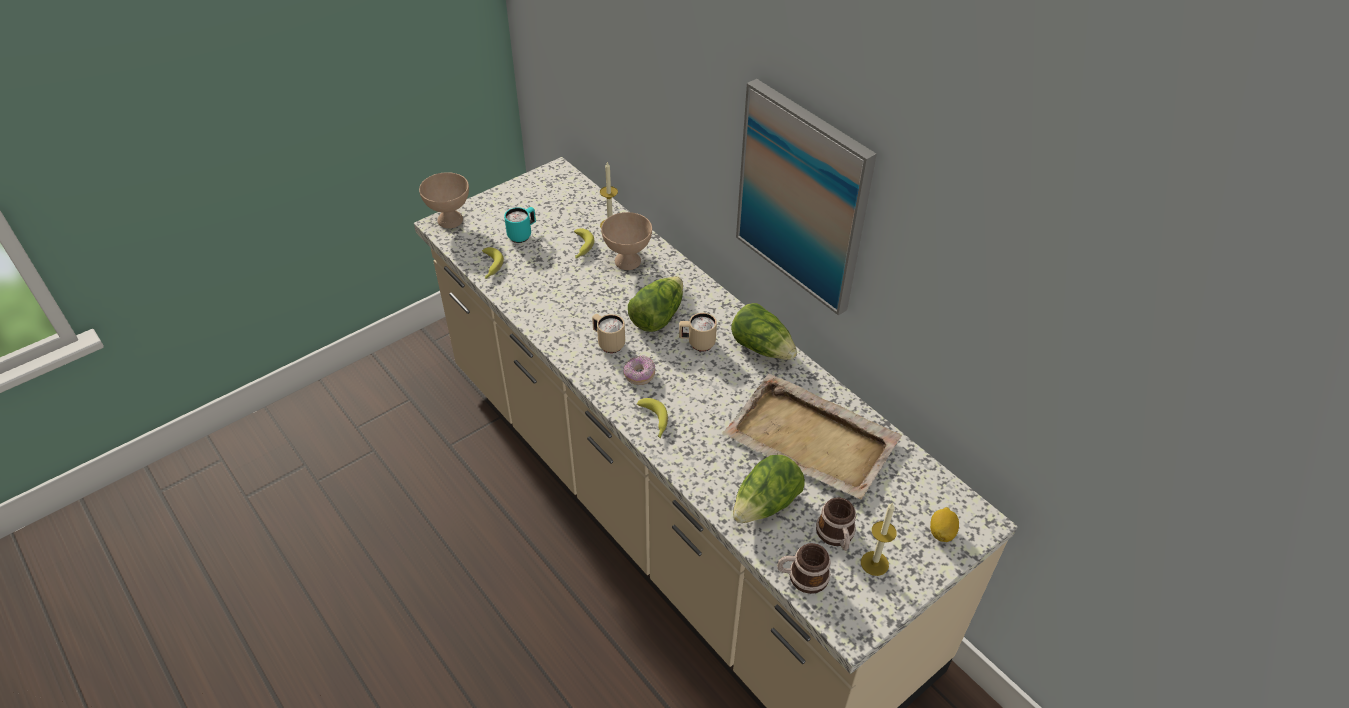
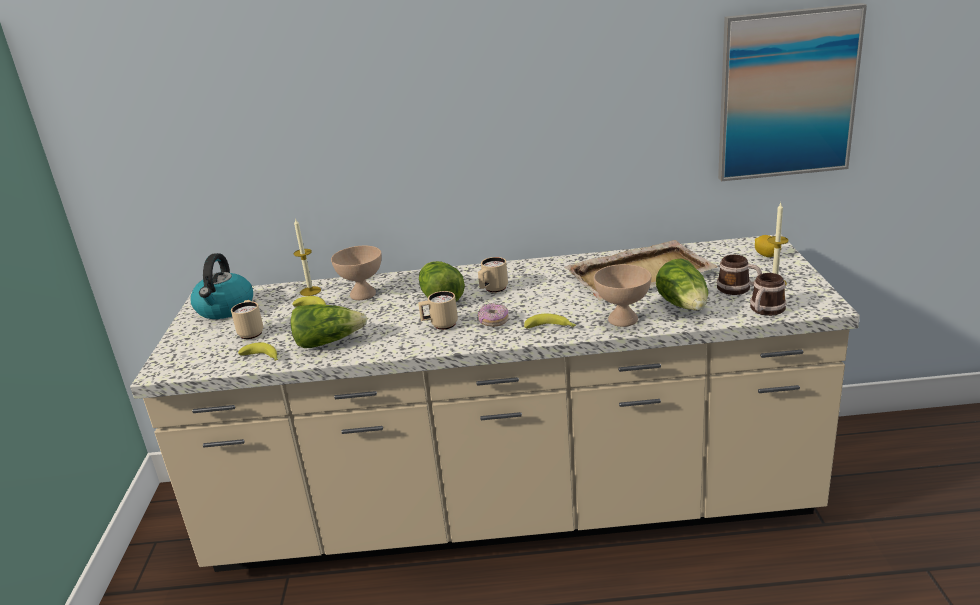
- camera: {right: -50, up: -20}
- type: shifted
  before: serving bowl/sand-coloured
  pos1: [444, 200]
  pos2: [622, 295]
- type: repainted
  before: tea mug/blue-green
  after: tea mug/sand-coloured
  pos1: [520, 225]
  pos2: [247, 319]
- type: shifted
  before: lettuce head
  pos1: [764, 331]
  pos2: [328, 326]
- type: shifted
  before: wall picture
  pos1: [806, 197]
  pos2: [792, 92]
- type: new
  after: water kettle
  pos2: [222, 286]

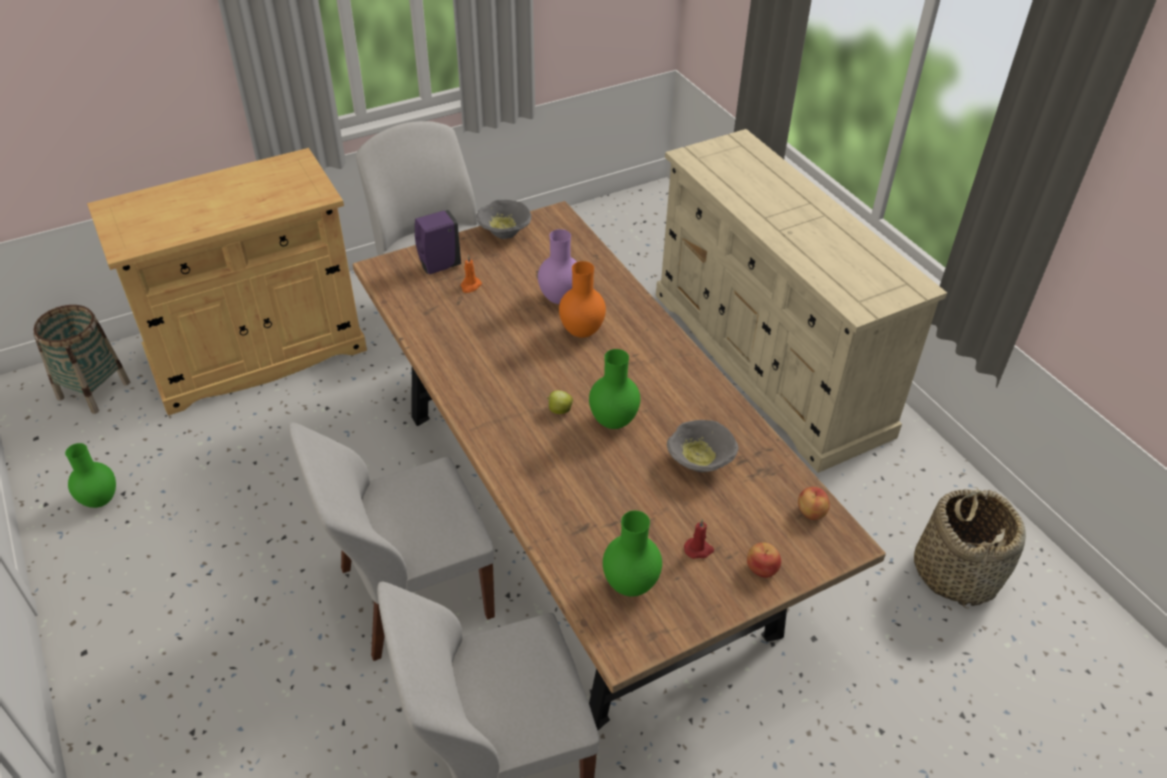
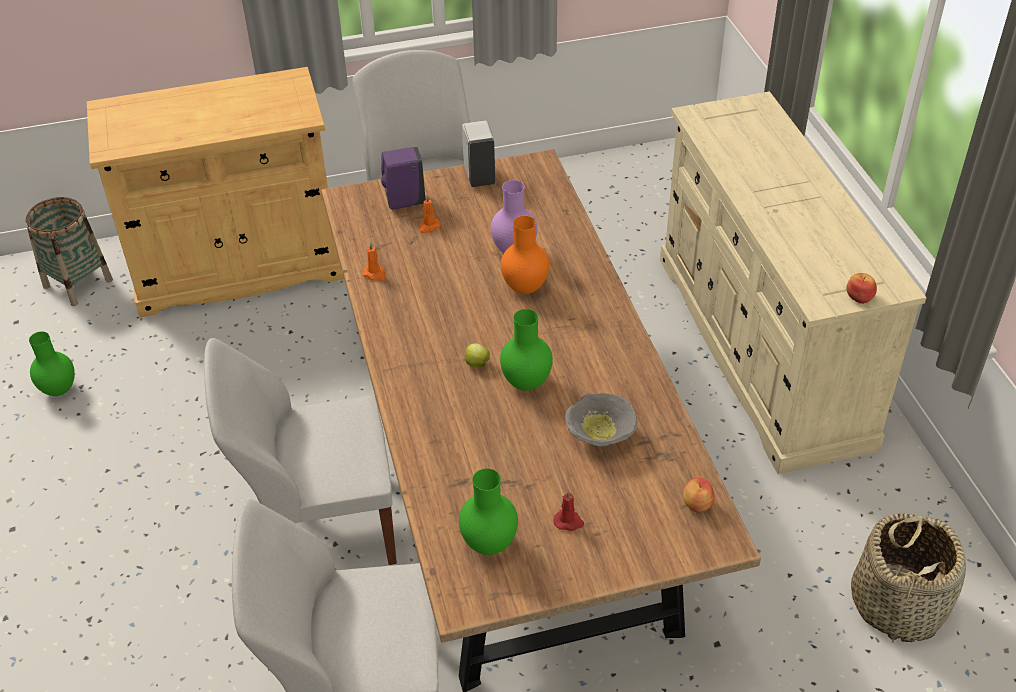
- camera: {right: 15, up: 0}
- type: swapped
  before: serving bowl/greyish
  after: liquid soap bottle/whitish
  pos1: [503, 219]
  pos2: [479, 154]
- type: shifted
  before: apple fruit
  pos1: [764, 560]
  pos2: [861, 288]
- type: new
  after: wax candle/orange
  pos2: [374, 261]

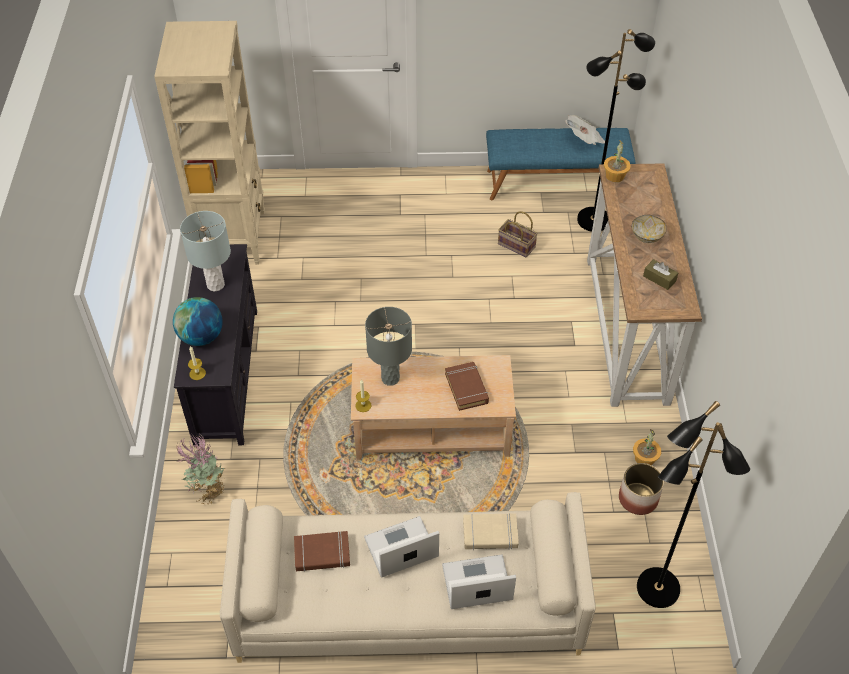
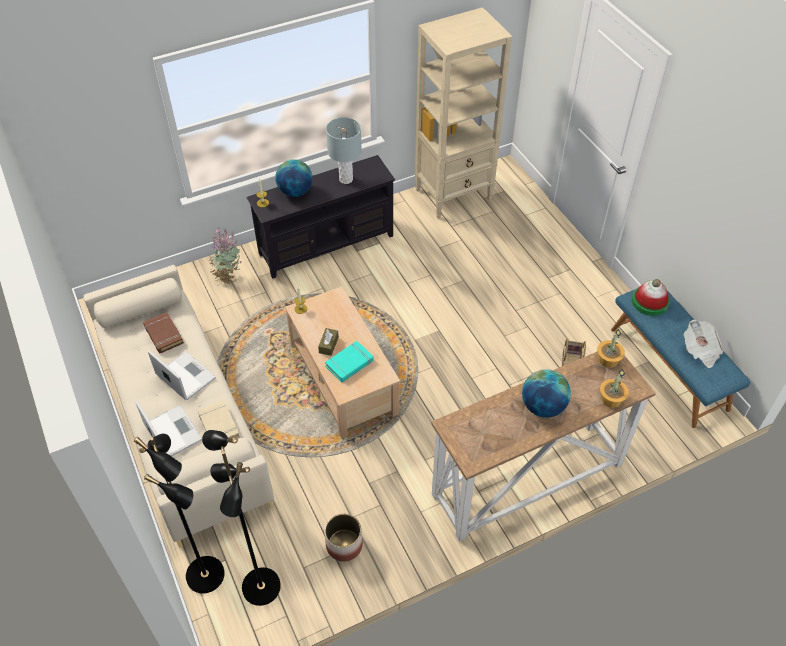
- camera: {right: 65, up: 0}
- type: gone
  before: lamp for a table/greyish
  pos1: [388, 346]
- type: repainted
  before: book/brownish
  after: book/blue-green
  pos1: [467, 386]
  pos2: [349, 361]
- type: shifted
  before: floor lamp/black-coloured
  pos1: [616, 130]
  pos2: [179, 513]
- type: swapped
  before: serving bowl
  after: world globe
  pos1: [649, 229]
  pos2: [546, 393]
- type: shifted
  before: plant in a pot
  pos1: [647, 447]
  pos2: [614, 388]
- type: shifted
  before: box of tissues/brownish
  pos1: [660, 274]
  pos2: [328, 342]
- type: new
  after: clothing hat
  pos2: [651, 297]

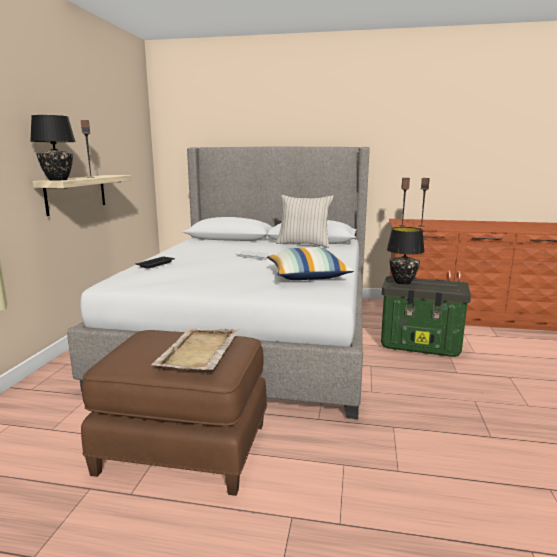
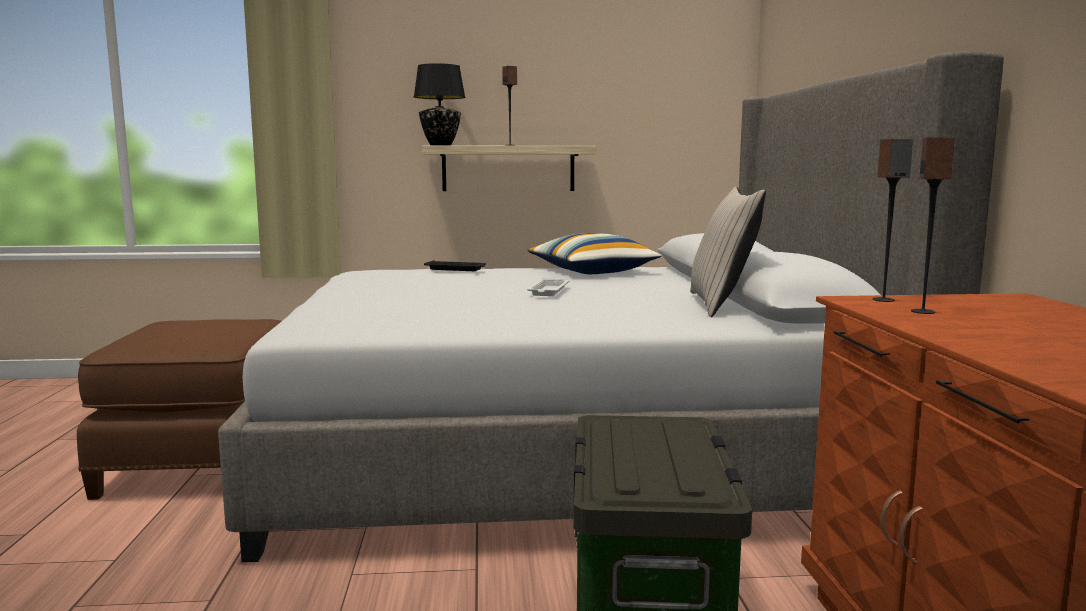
- camera: {right: 75, up: -5}
- type: gone
  before: tray/sand-coloured
  pos1: [195, 349]
- type: shifted
  before: throw pillow
  pos1: [310, 263]
  pos2: [594, 253]
- type: gone
  before: lamp for a table/black-coloured
  pos1: [406, 256]

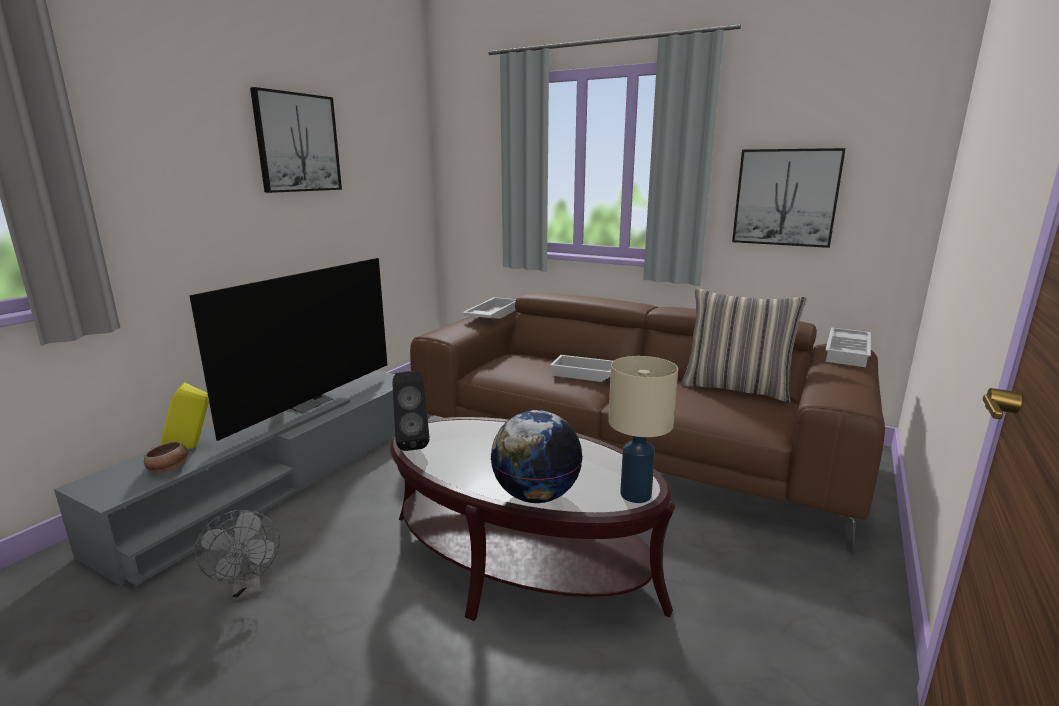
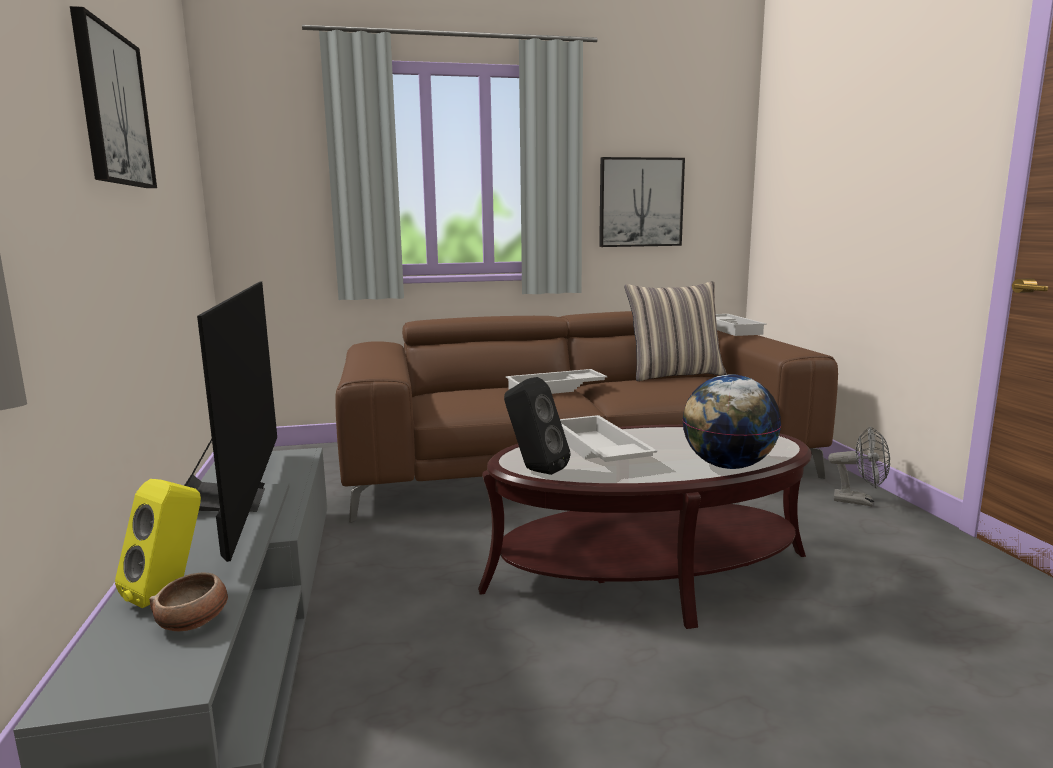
- camera: {right: -40, up: -5}
- type: shifted
  before: cooling fan/greyish
  pos1: [237, 555]
  pos2: [859, 466]
- type: shifted
  before: tray/whitish
  pos1: [489, 308]
  pos2: [608, 438]
- type: gone
  before: lamp for a table/sand-coloured
  pos1: [643, 429]

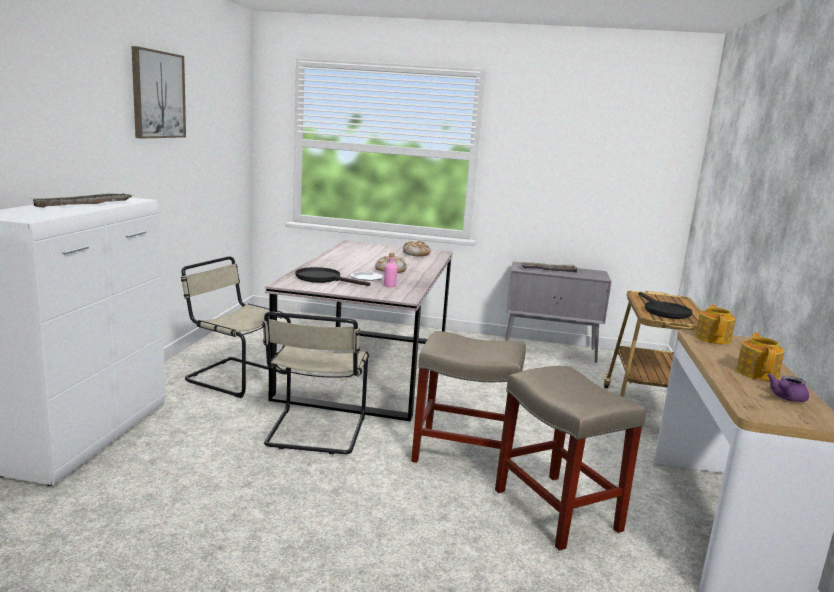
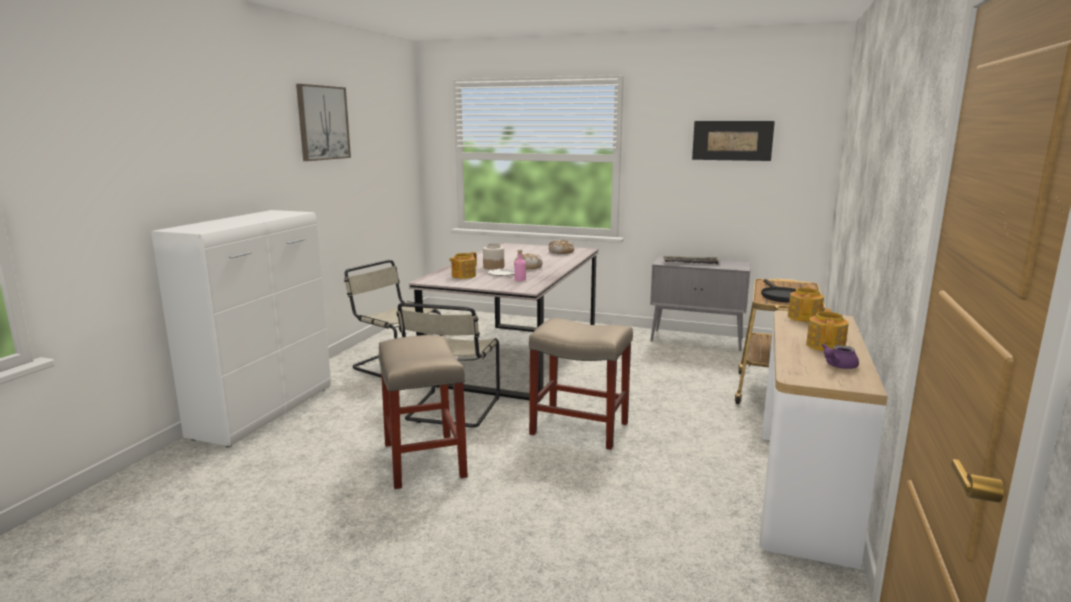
- camera: {right: 10, up: 0}
- type: gone
  before: tray
  pos1: [83, 200]
- type: swapped
  before: skillet/black-coloured
  after: tea pot
  pos1: [333, 276]
  pos2: [463, 265]
- type: shifted
  before: sitting stool/sand-coloured
  pos1: [570, 458]
  pos2: [423, 412]
- type: new
  after: storage jar
  pos2: [493, 256]
- type: new
  after: wall picture
  pos2: [733, 141]

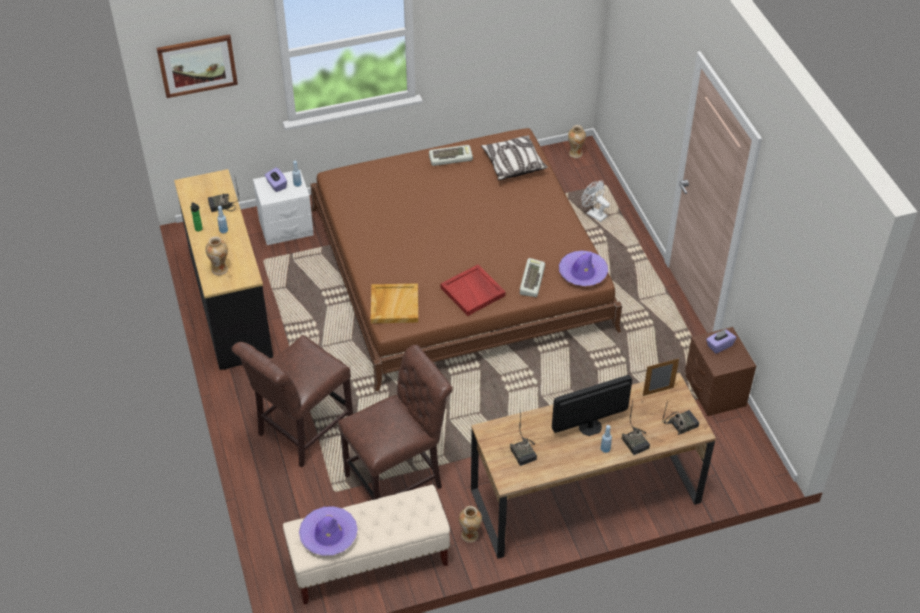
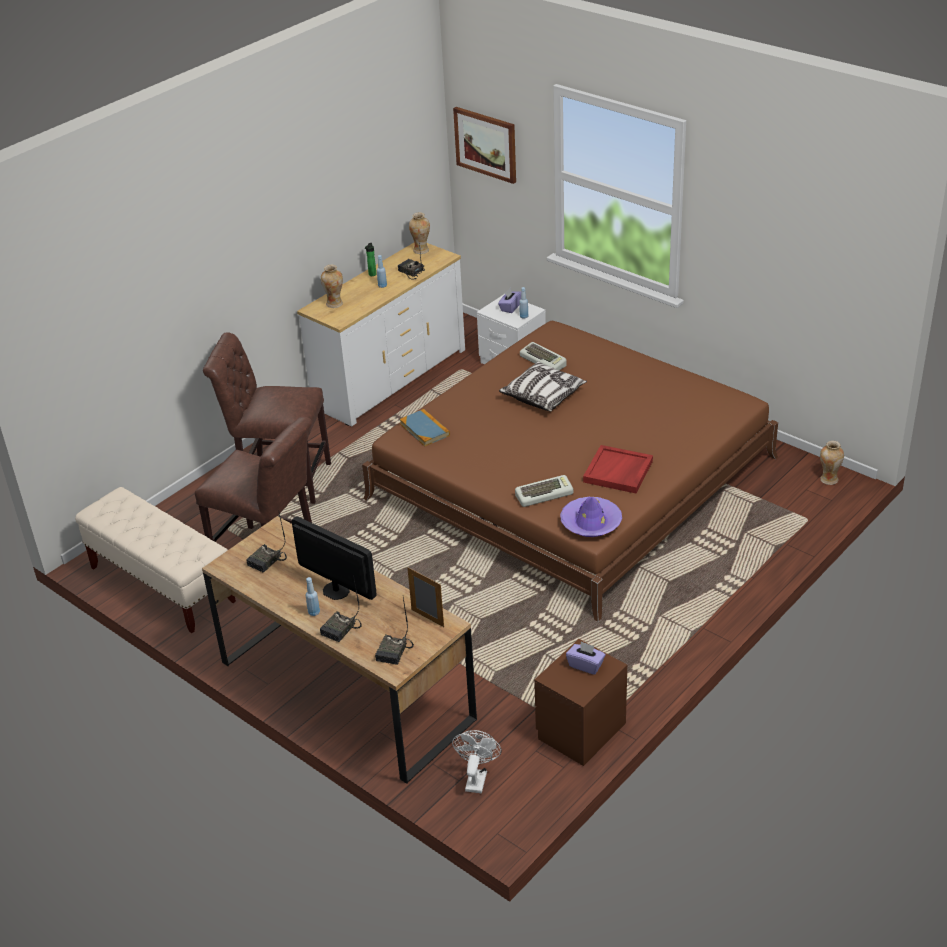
- camera: {right: 60, up: -10}
- type: repainted
  before: drawer chest/black-coloured
  after: drawer chest/whitish
  pos1: [223, 269]
  pos2: [381, 335]
- type: gone
  before: clothing hat/purple-coloured
  pos1: [328, 531]
- type: swapped
  before: tray/sand-coloured
  after: book
  pos1: [394, 303]
  pos2: [425, 427]
- type: shifted
  before: PC keyboard
  pos1: [451, 155]
  pos2: [543, 356]
- type: shifted
  before: tray/red-coloured
  pos1: [473, 290]
  pos2: [618, 469]
- type: shifted
  before: vase
  pos1: [470, 524]
  pos2: [419, 233]
- type: shifted
  before: throw pillow
  pos1: [514, 157]
  pos2: [543, 386]
- type: shifted
  before: cooling fan/whitish
  pos1: [596, 201]
  pos2: [477, 761]
- type: rotated
  before: radio receiver
  pos1: [681, 417]
  pos2: [394, 631]
  turn: 75

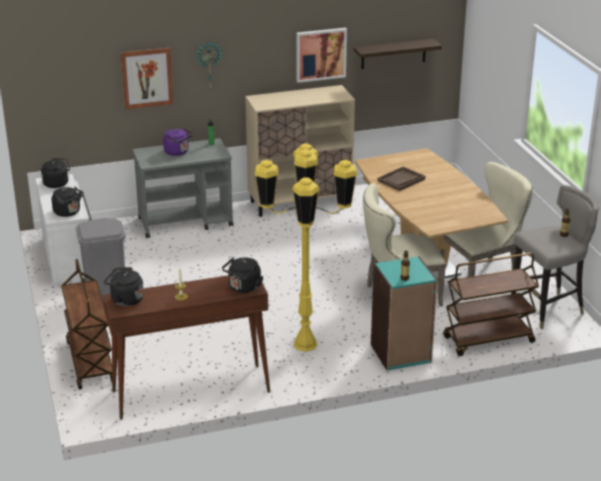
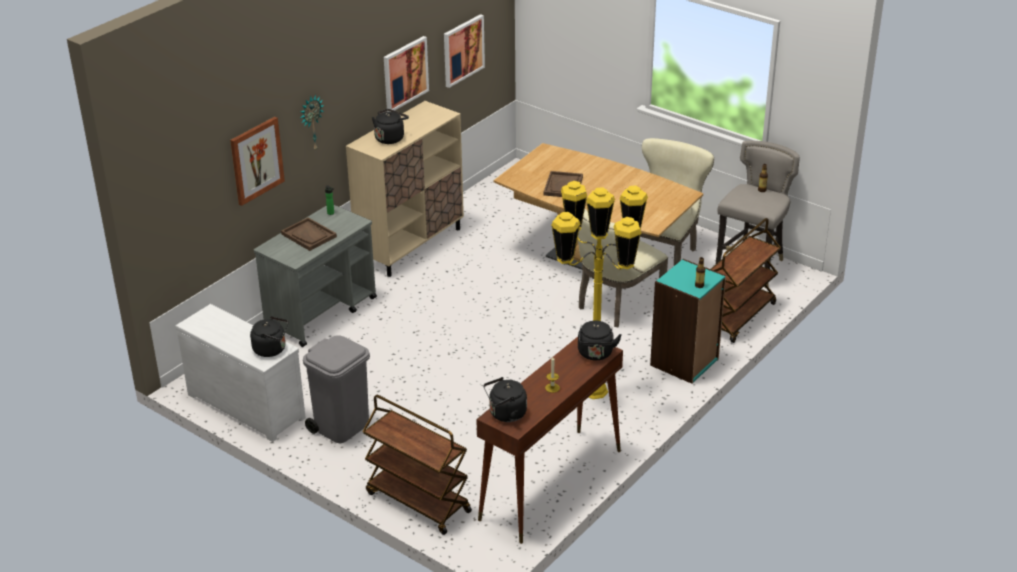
- camera: {right: -35, up: 5}
- type: shifted
  before: water kettle/black-coloured
  pos1: [55, 173]
  pos2: [390, 126]
- type: swapped
  before: water kettle/purple-coloured
  after: tray/brownish
  pos1: [178, 142]
  pos2: [309, 234]
- type: swapped
  before: shelf
  after: wall picture
  pos1: [398, 54]
  pos2: [464, 51]

